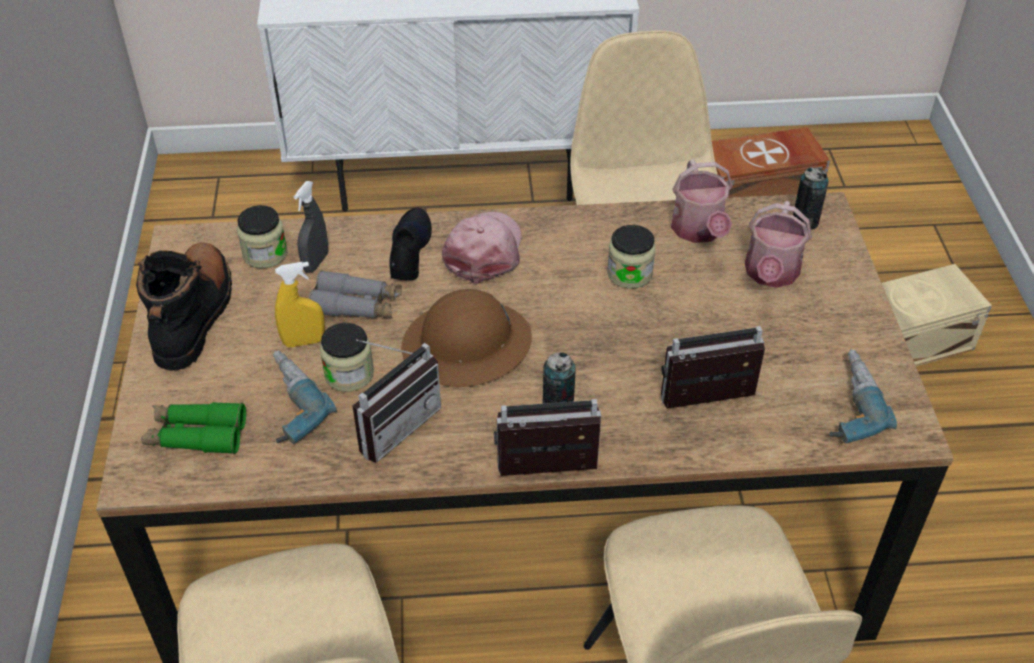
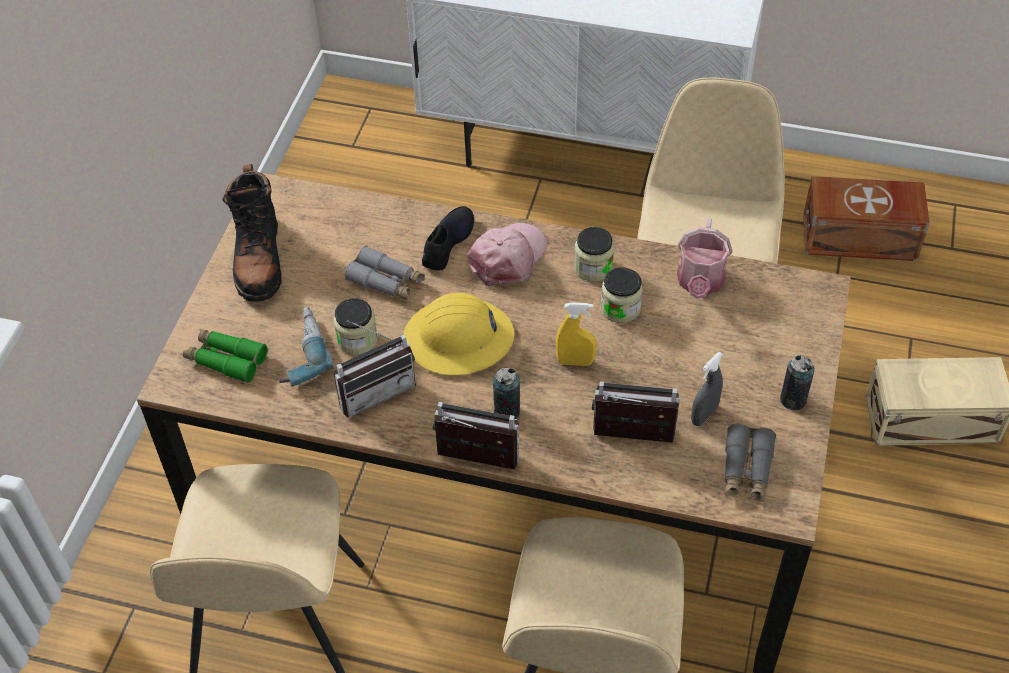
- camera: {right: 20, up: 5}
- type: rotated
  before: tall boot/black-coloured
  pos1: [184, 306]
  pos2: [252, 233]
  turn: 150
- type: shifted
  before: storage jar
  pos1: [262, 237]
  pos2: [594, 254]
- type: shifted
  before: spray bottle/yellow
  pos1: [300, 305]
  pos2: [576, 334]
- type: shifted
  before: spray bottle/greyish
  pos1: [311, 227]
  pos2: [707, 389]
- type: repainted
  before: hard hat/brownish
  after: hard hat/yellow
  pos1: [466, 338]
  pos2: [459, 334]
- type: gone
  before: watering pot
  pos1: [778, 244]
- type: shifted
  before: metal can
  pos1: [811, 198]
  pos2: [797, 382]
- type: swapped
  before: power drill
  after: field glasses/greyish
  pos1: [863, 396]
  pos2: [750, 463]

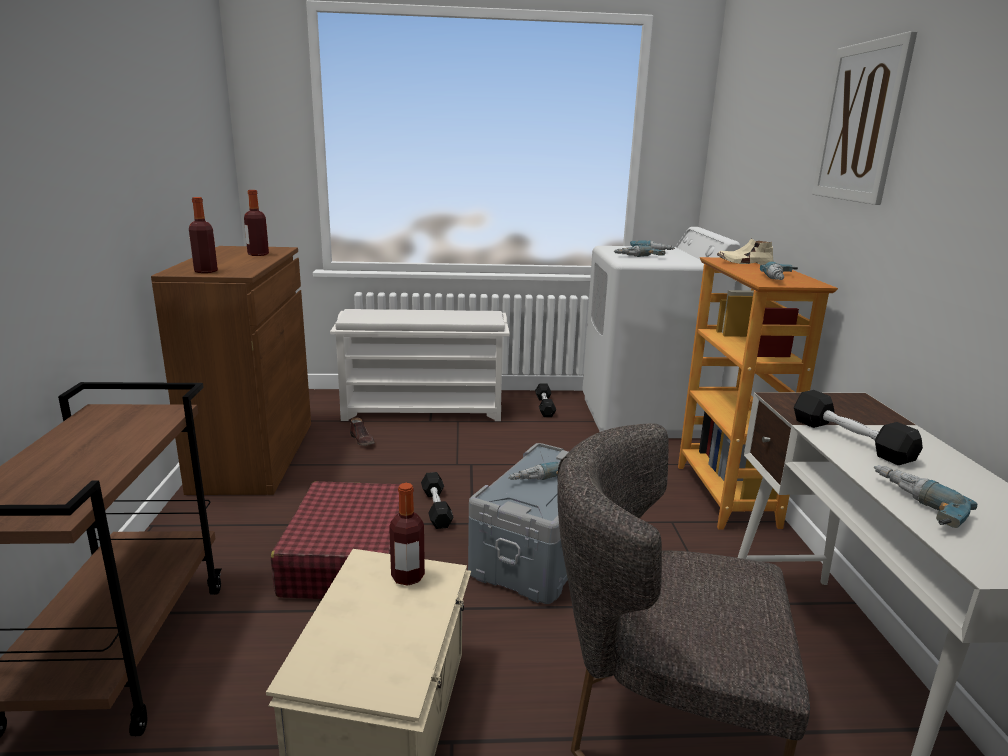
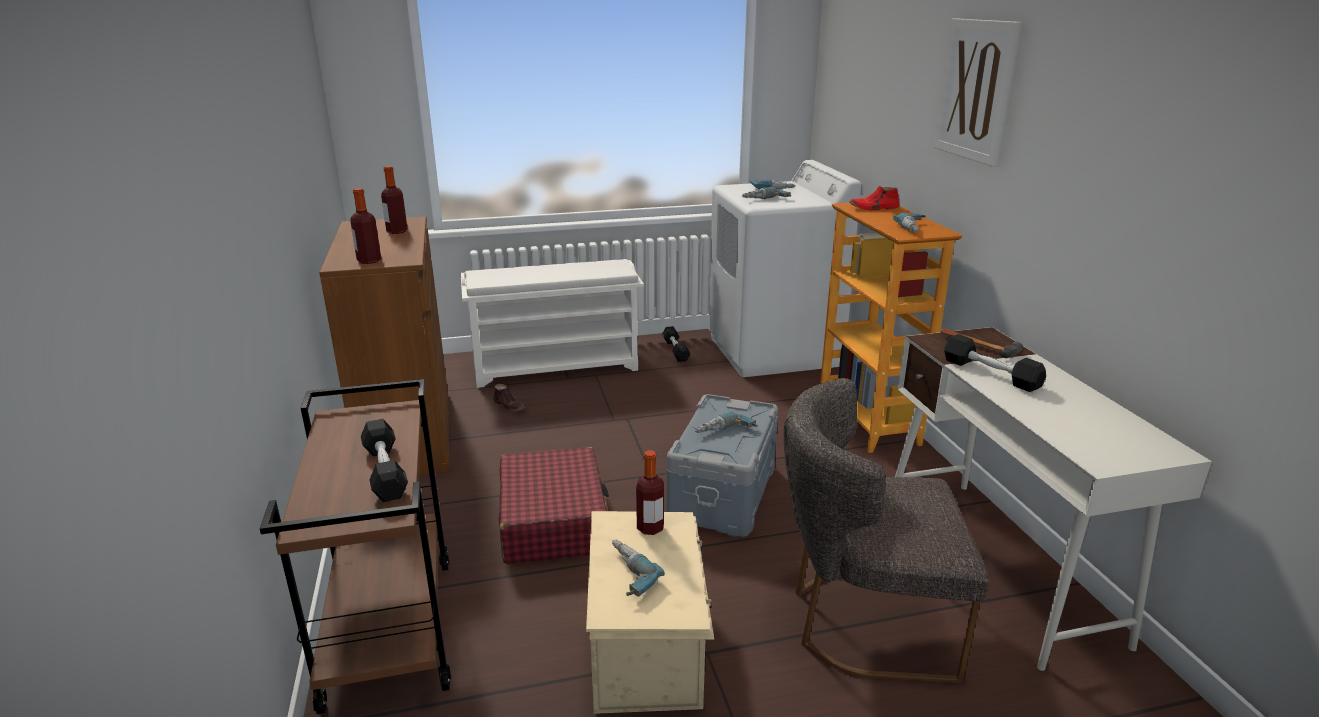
- camera: {right: -10, up: 5}
- type: shifted
  before: dumbbell/black-coloured
  pos1: [437, 500]
  pos2: [384, 460]
- type: repainted
  before: low shoe/sand-coloured
  after: low shoe/red-coloured
  pos1: [745, 251]
  pos2: [874, 198]
- type: shifted
  before: power drill
  pos1: [925, 496]
  pos2: [638, 568]
- type: new
  after: hammer
  pos2: [981, 343]

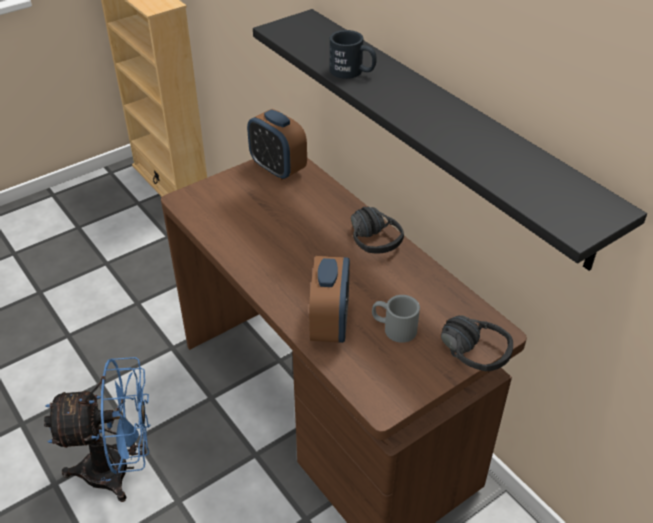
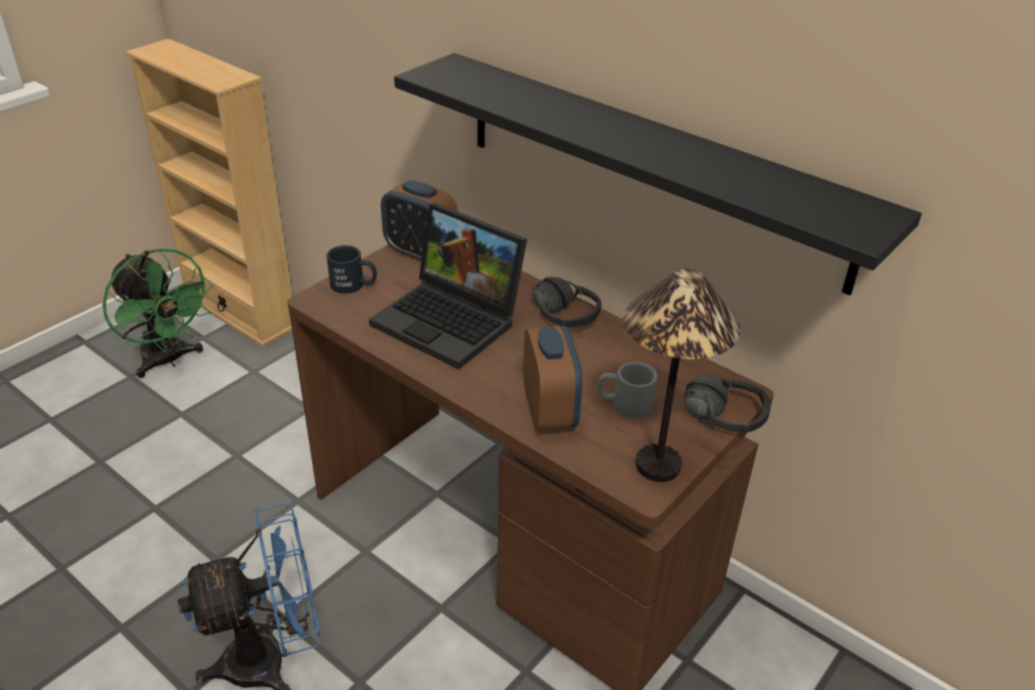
- camera: {right: -15, up: -5}
- type: shifted
  before: tea mug/black-coloured
  pos1: [353, 54]
  pos2: [351, 269]
- type: new
  after: cooling fan/greenish
  pos2: [157, 313]
- type: new
  after: portable computer
  pos2: [448, 286]
- type: new
  after: lamp for a table
  pos2: [682, 375]

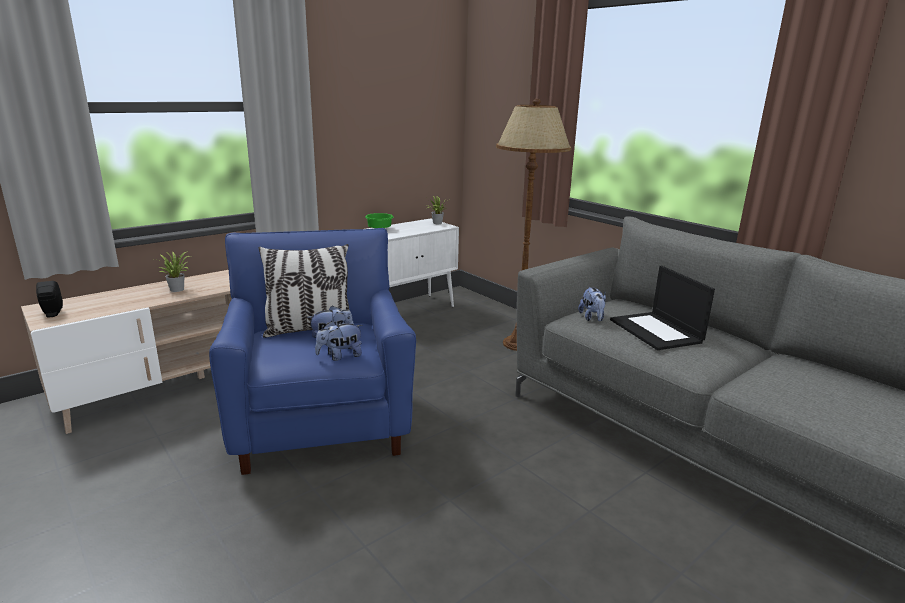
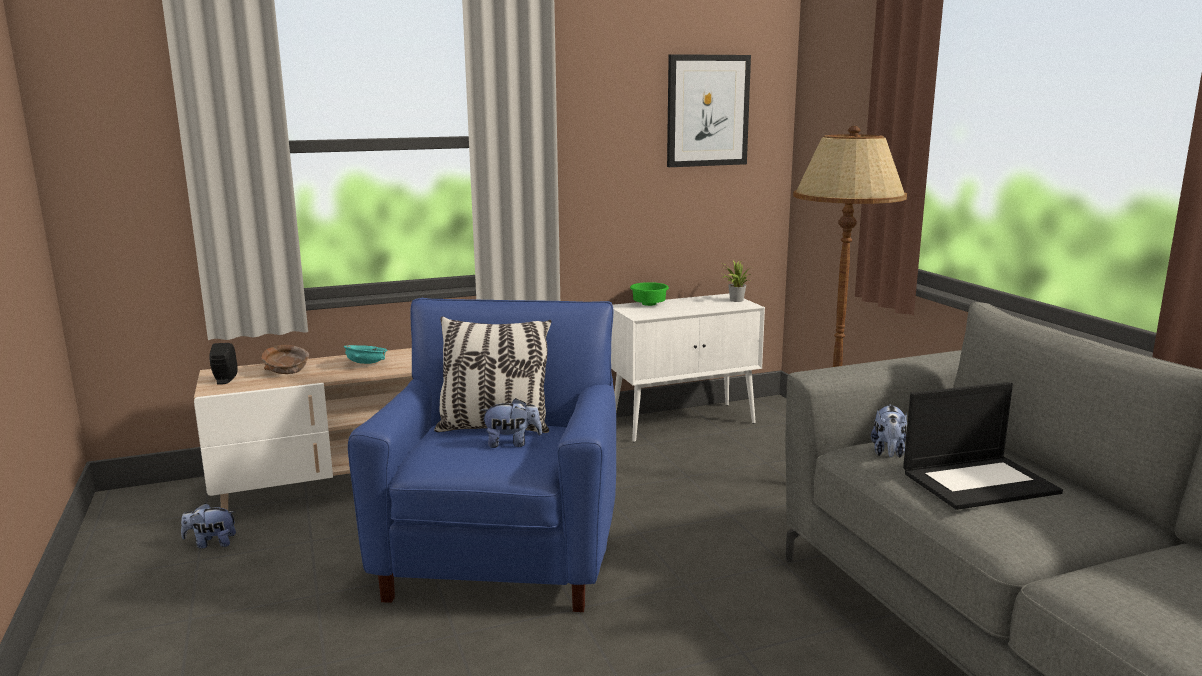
- camera: {right: 20, up: -5}
- type: swapped
  before: plant in a pot
  after: serving bowl/blue-green
  pos1: [172, 271]
  pos2: [366, 354]
- type: shifted
  before: plush toy
  pos1: [339, 341]
  pos2: [208, 525]
- type: rotated
  before: portable computer
  pos1: [662, 308]
  pos2: [983, 446]
  turn: -105
- type: new
  after: serving bowl/brownish
  pos2: [285, 359]
- type: new
  after: wall picture
  pos2: [709, 110]

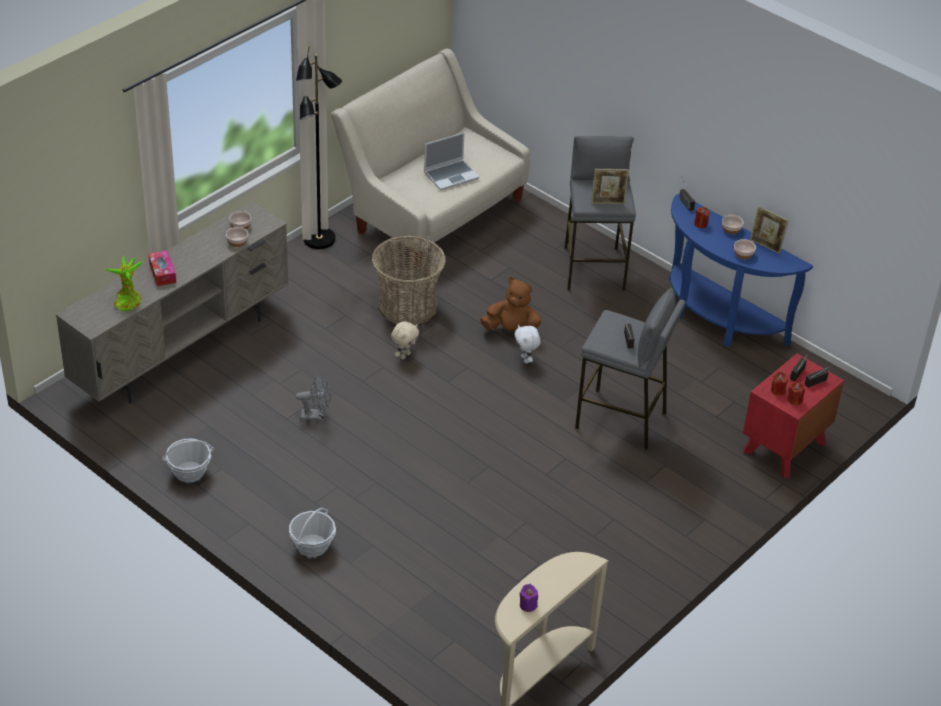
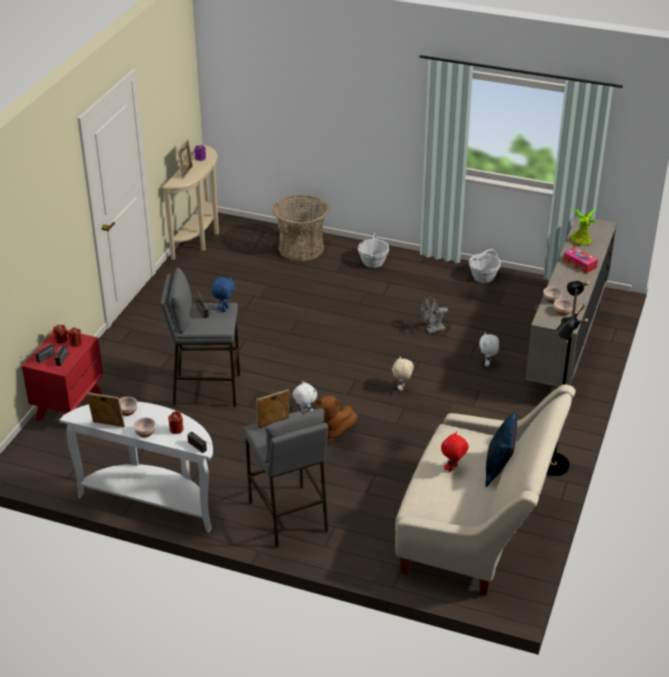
- camera: {right: 160, up: -5}
- type: shifted
  before: basket
  pos1: [409, 280]
  pos2: [300, 227]
- type: swapped
  before: portable computer
  after: plush toy/red-coloured
  pos1: [451, 161]
  pos2: [455, 451]
- type: repainted
  before: hall table/bluish
  after: hall table/whitish
  pos1: [741, 270]
  pos2: [136, 467]
- type: new
  after: picture frame
  pos2: [185, 159]
- type: new
  after: plush toy/bluish
  pos2: [223, 294]
- type: new
  after: plush toy/whitish
  pos2: [489, 349]
- type: new
  after: throw pillow/bluish
  pos2: [501, 449]

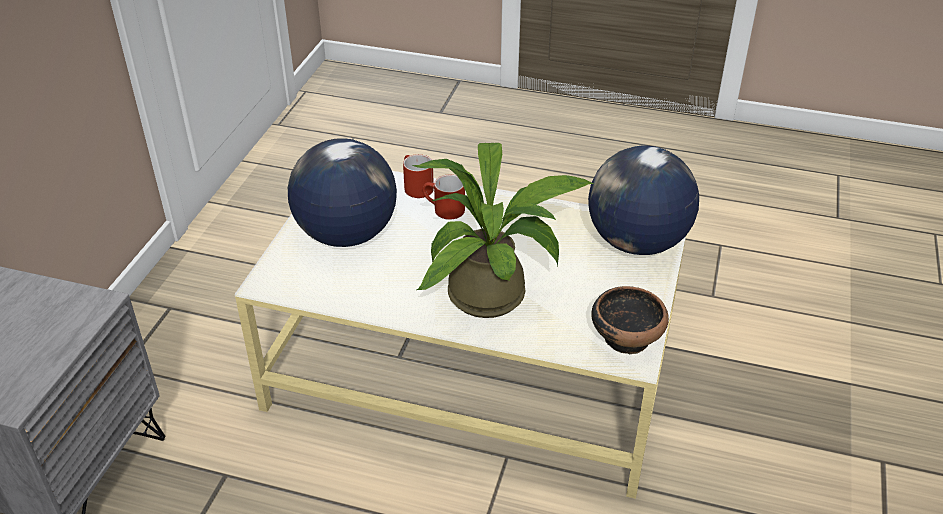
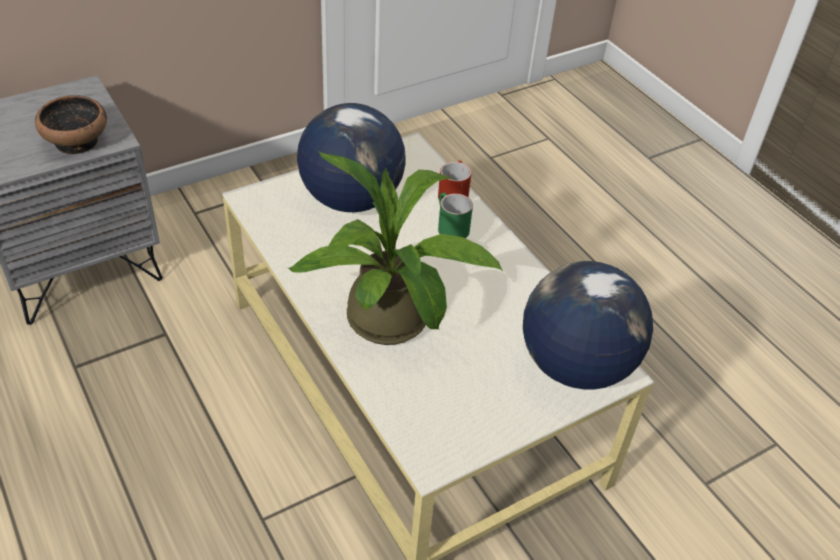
- camera: {right: 40, up: 5}
- type: repainted
  before: tea mug/red-coloured
  after: tea mug/greenish
  pos1: [443, 197]
  pos2: [455, 215]
- type: shifted
  before: serving bowl
  pos1: [630, 320]
  pos2: [71, 124]

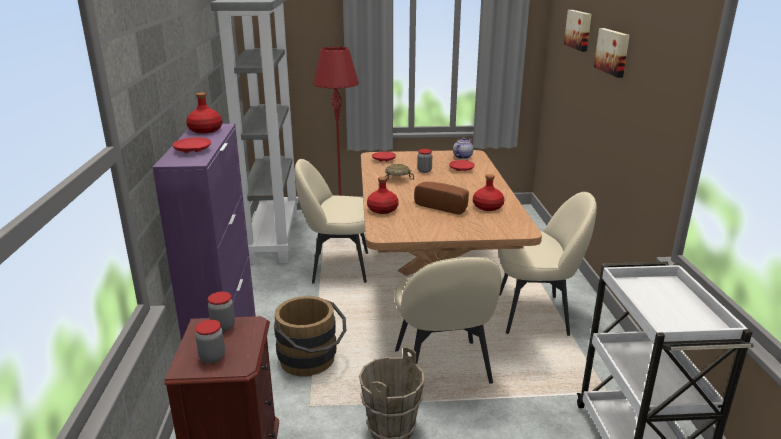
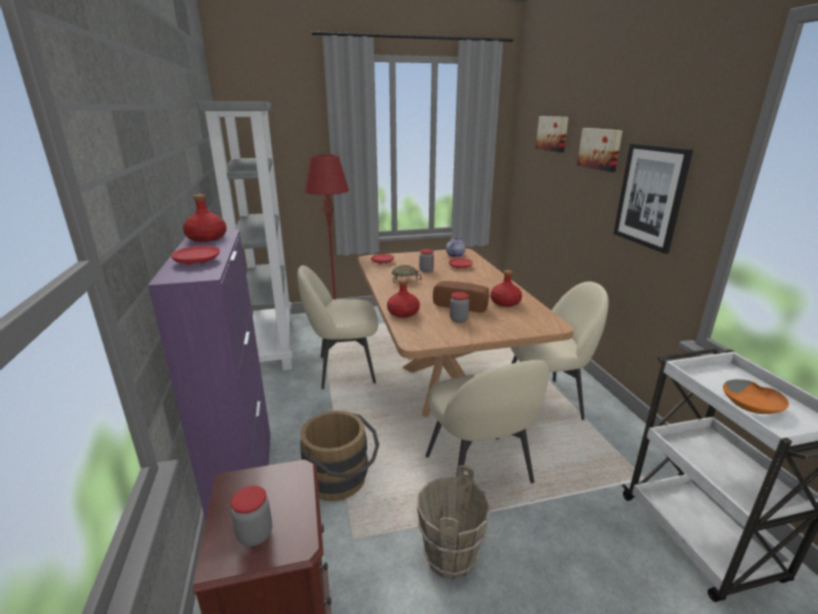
- camera: {right: -10, up: 0}
- type: shifted
  before: storage jar
  pos1: [221, 311]
  pos2: [459, 307]
- type: new
  after: wall picture
  pos2: [653, 198]
- type: new
  after: serving bowl/orange
  pos2: [756, 396]

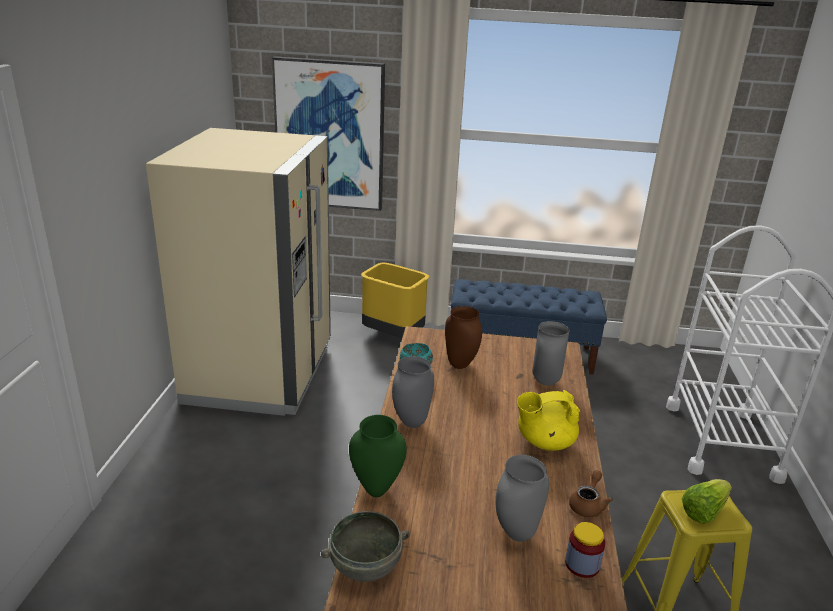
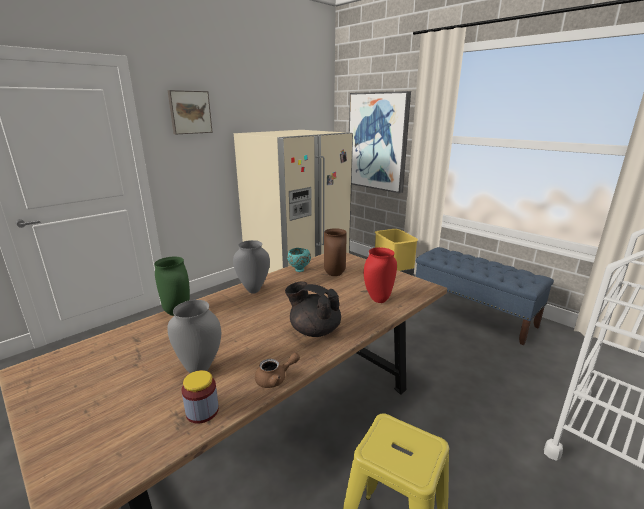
- camera: {right: 40, up: -5}
- type: gone
  before: serving bowl/greyish
  pos1: [365, 546]
- type: repainted
  before: tea pot/yellow
  after: tea pot/black-coloured
  pos1: [548, 420]
  pos2: [313, 309]
- type: repainted
  before: vase/greyish
  after: vase/red-coloured
  pos1: [550, 353]
  pos2: [380, 275]
- type: gone
  before: lettuce head
  pos1: [707, 501]
- type: new
  after: wall picture
  pos2: [190, 112]

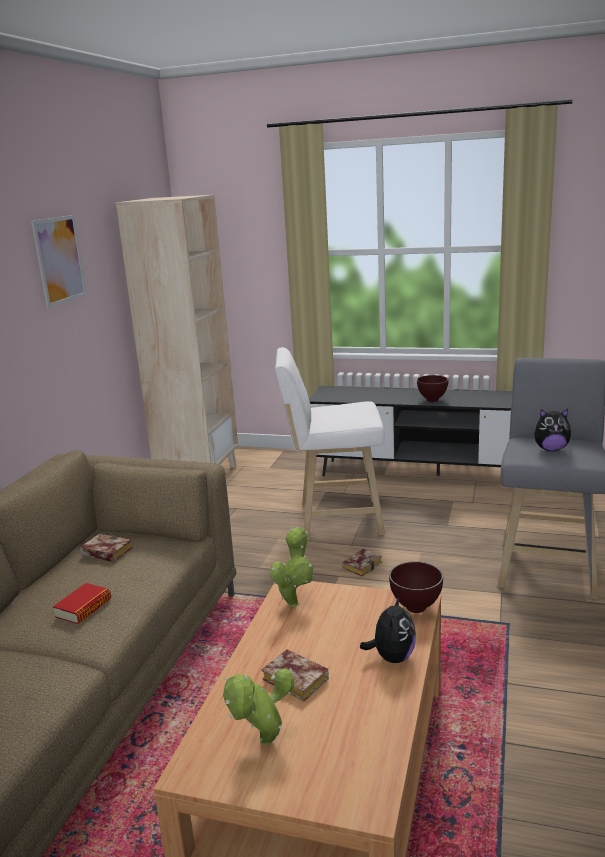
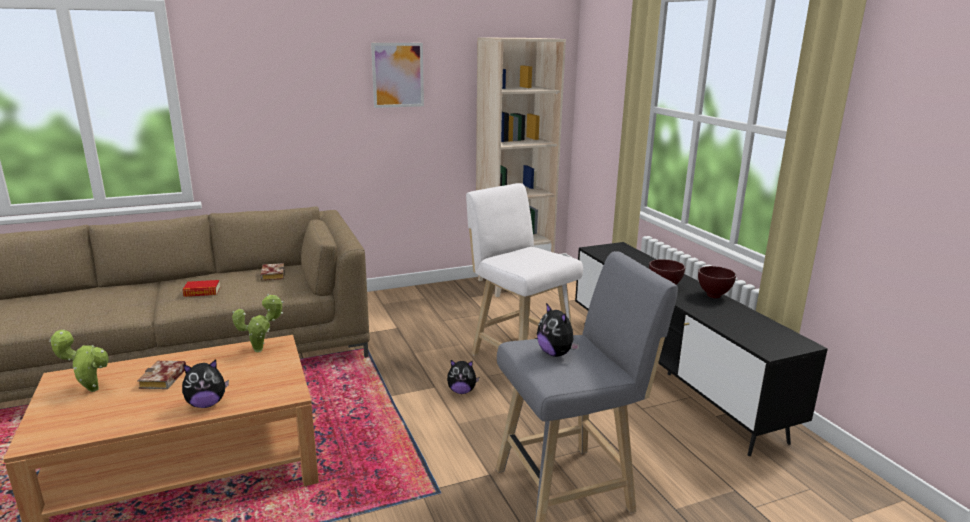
- camera: {right: 50, up: 0}
- type: swapped
  before: book
  after: plush toy
  pos1: [362, 562]
  pos2: [463, 377]
- type: shifted
  before: serving bowl/brownish
  pos1: [416, 587]
  pos2: [717, 282]

